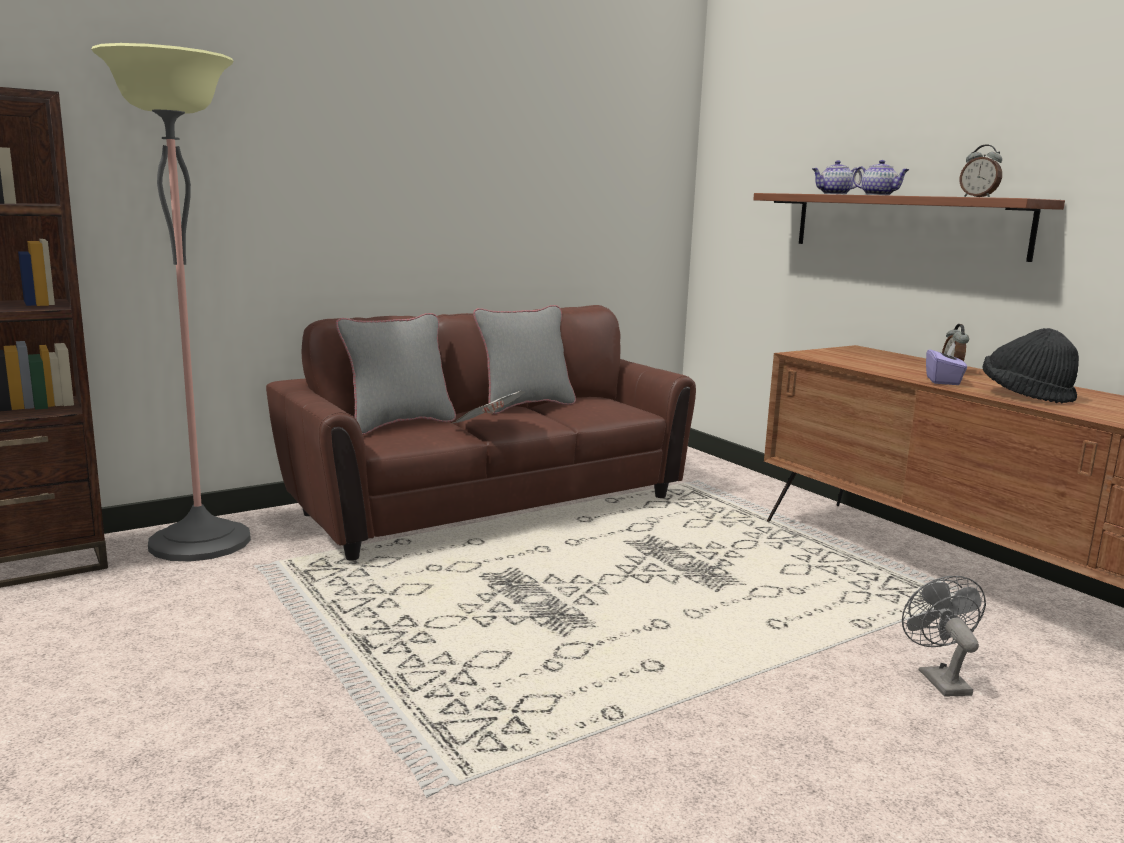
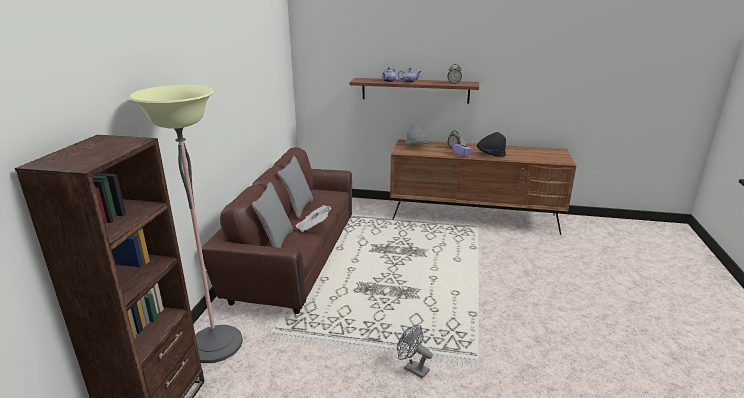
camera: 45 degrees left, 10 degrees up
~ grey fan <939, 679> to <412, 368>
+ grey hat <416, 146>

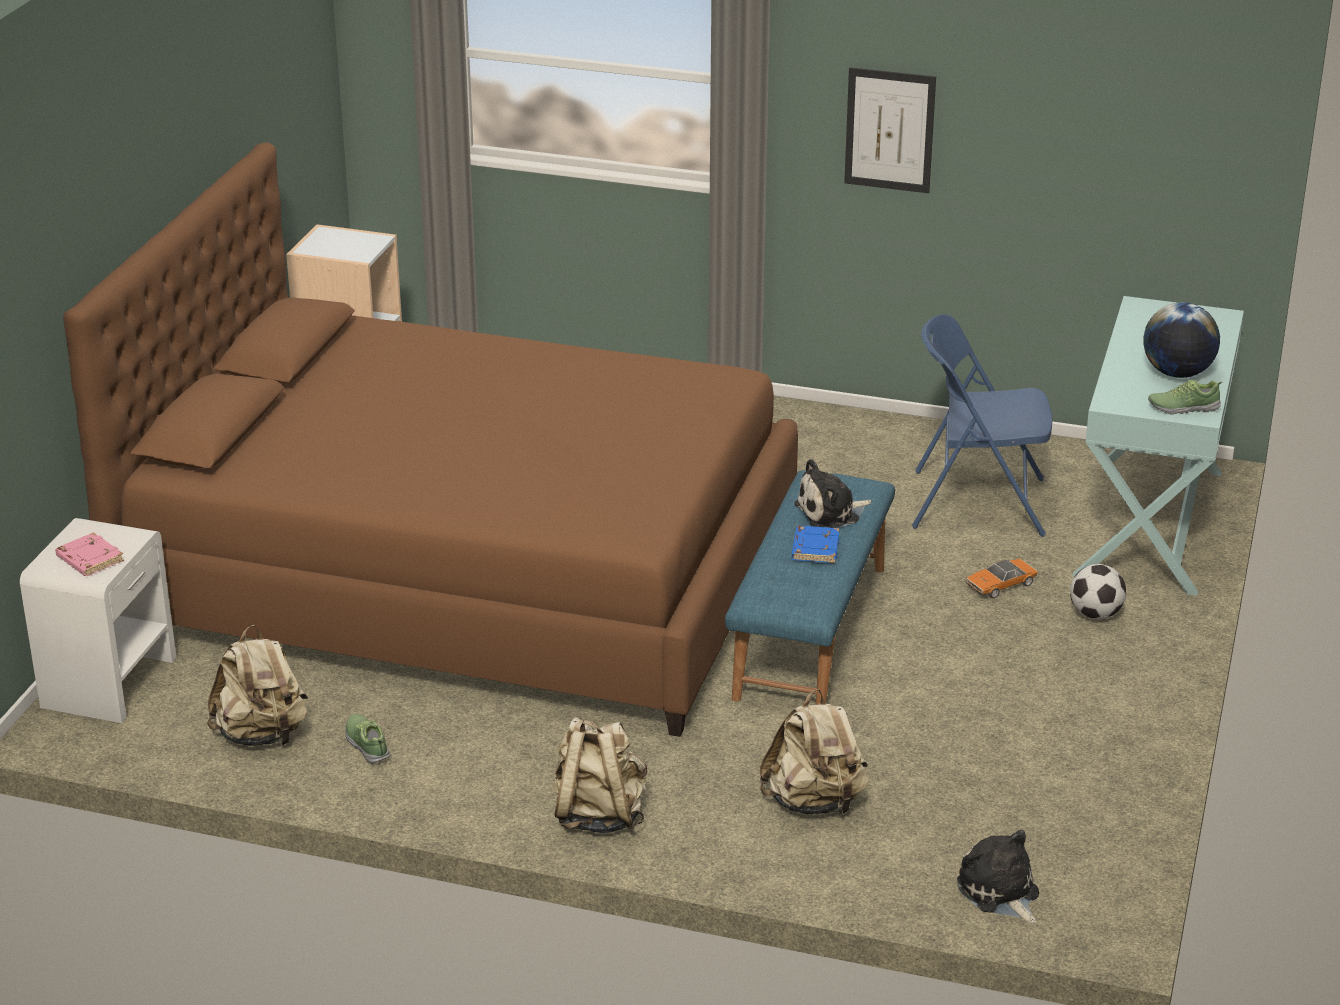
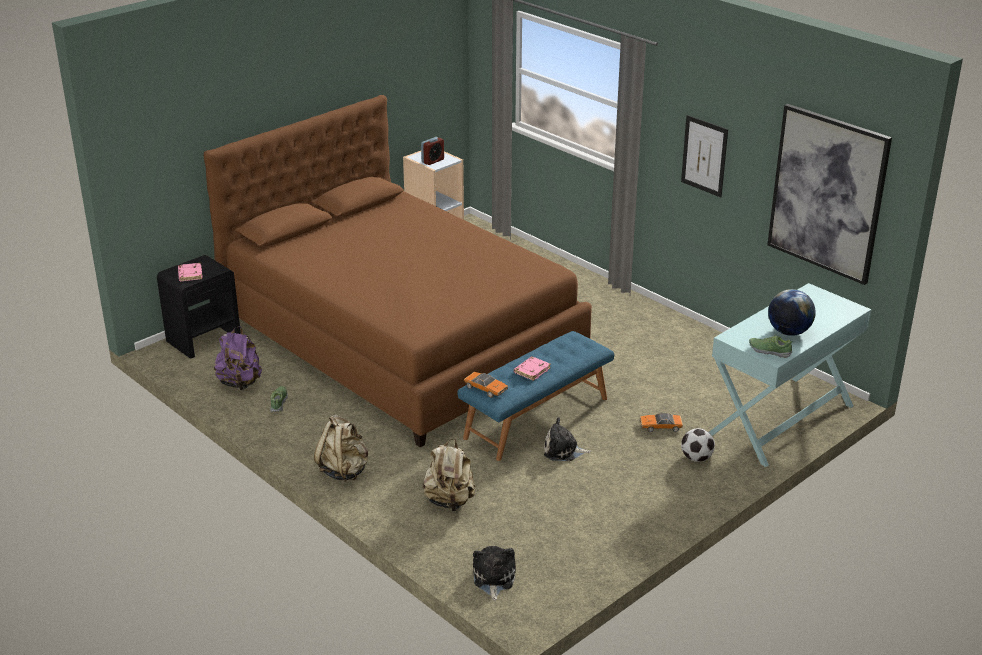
camera: 30 degrees right, 0 degrees up
~ white nightstand <109, 681> to black nightstand <204, 339>
~ beige backpack <262, 735> to purple backpack <240, 383>
~ blue book <814, 548> to pink book <532, 370>
~ plush toy <831, 512> to <563, 451>
- blue chair <978, 503>
+ alarm clock <432, 161>
+ toy car <486, 389>
+ picture <827, 193>

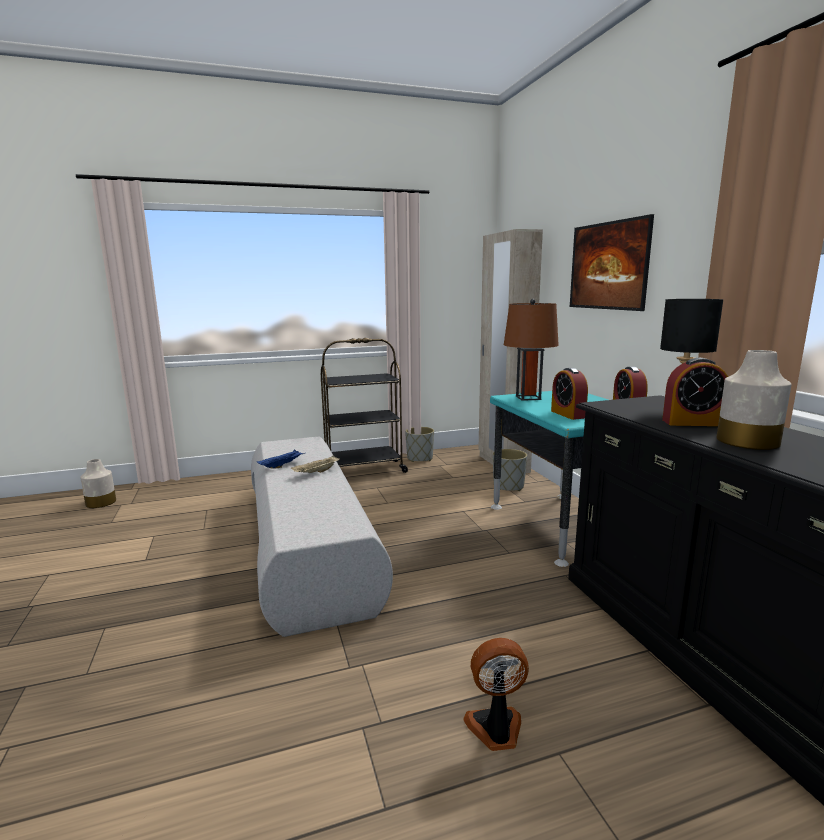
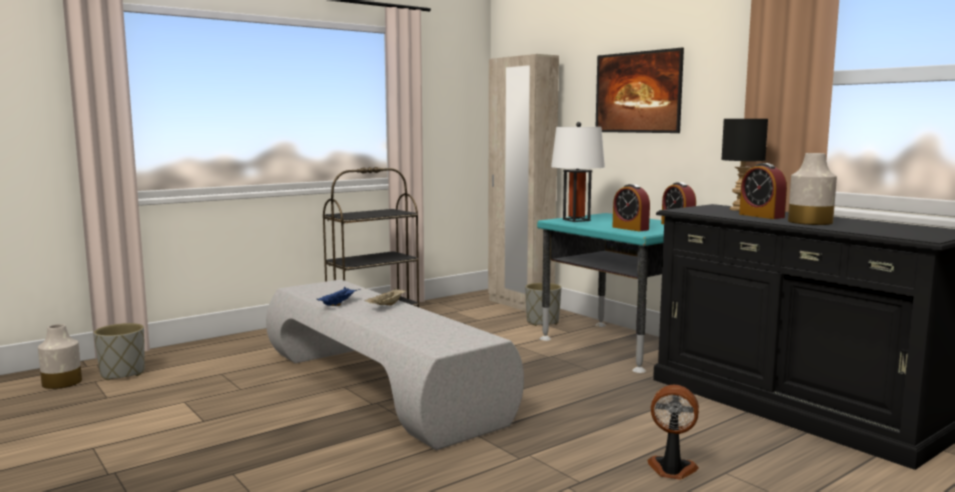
camera: 20 degrees left, 5 degrees down
~ grey planter <419, 458> to <122, 374>
~ fan <496, 730> = <671, 470> 45 degrees clockwise
~ brown table lamp <528, 398> to white table lamp <576, 220>
~ alarm clock <692, 423> = <761, 216> 75 degrees clockwise

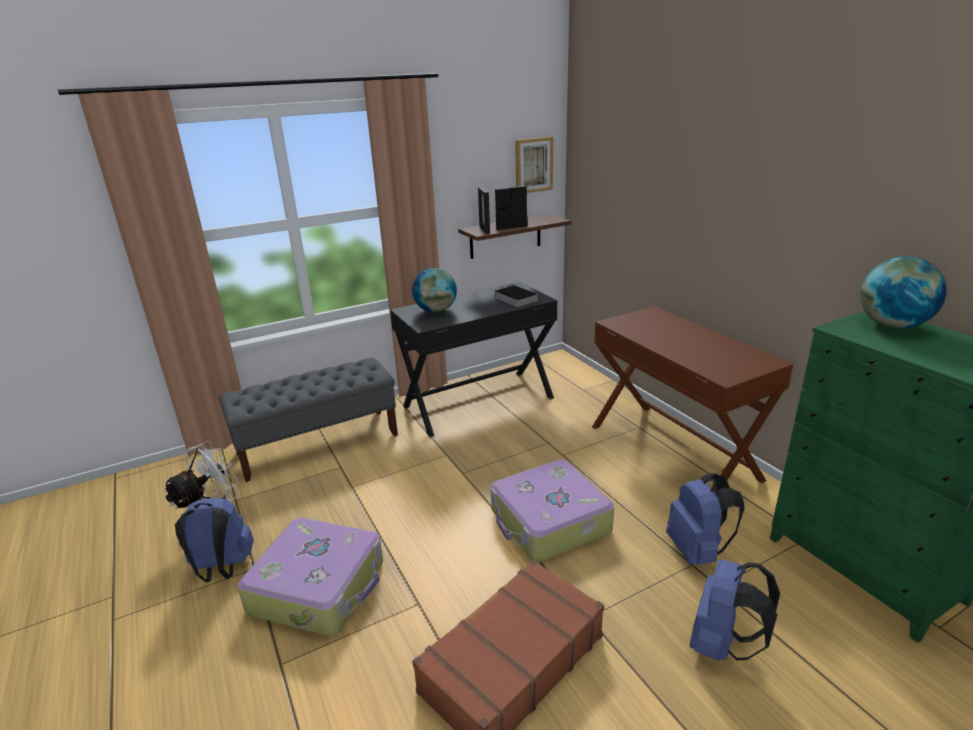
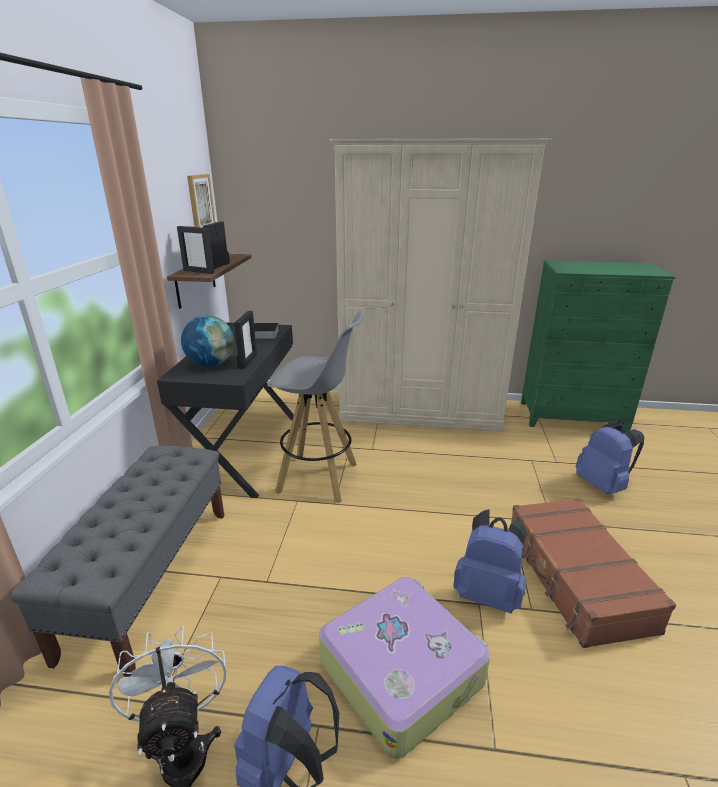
camera: 55 degrees left, 0 degrees up
- suitcase <549, 522>
~ brown desk <673, 451> to beige wardrobe <421, 411>
~ blue backpack <697, 551> to <488, 594>
- globe <892, 325>
+ picture frame <247, 361>
+ grey stool <319, 478>

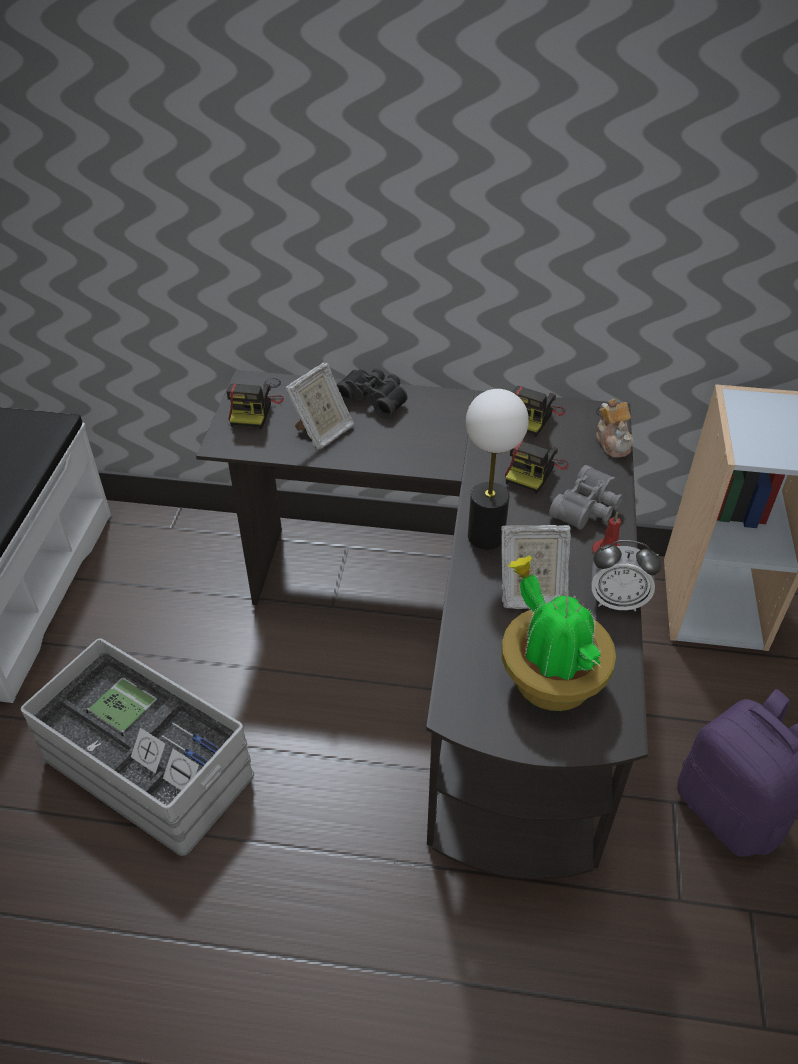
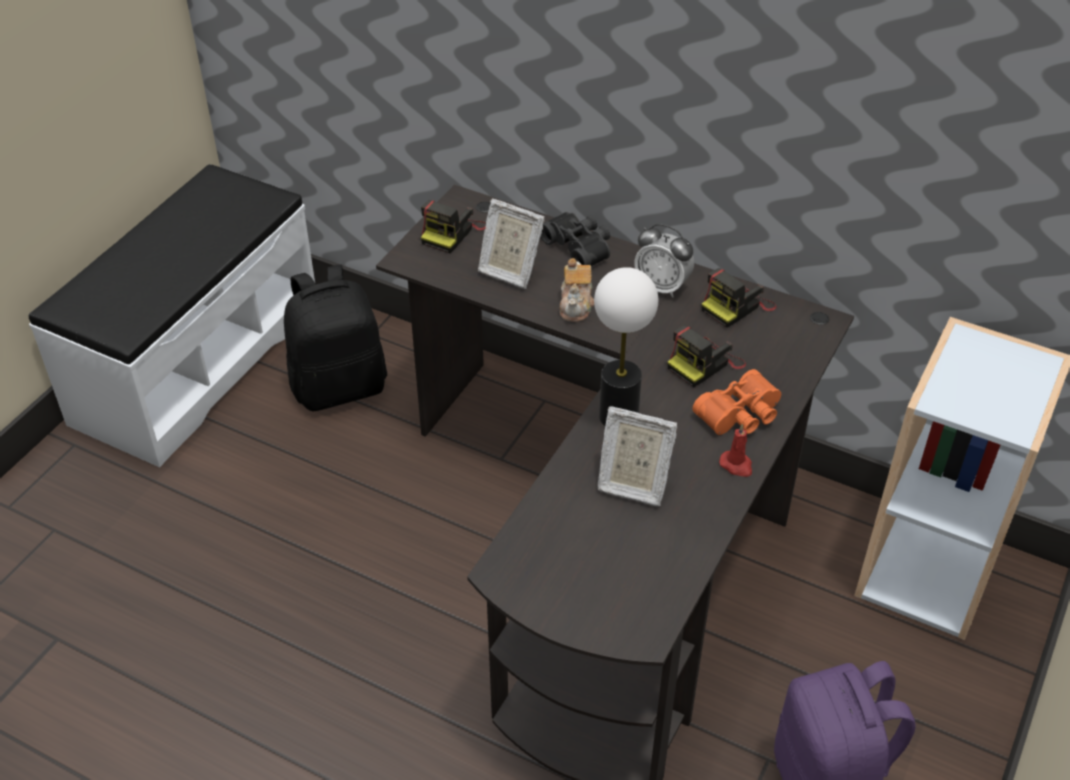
camera: 20 degrees right, 0 degrees up
- grey storage box <150, 764>
~ picture frame <322, 432> = <509, 271> 60 degrees clockwise
- potted plant <548, 678>
~ grey binoculars <589, 508> to orange binoculars <741, 416>
~ alarm clock <617, 601> to <662, 286>
~ teapot <613, 442> to <576, 305>
+ black backpack <340, 386>

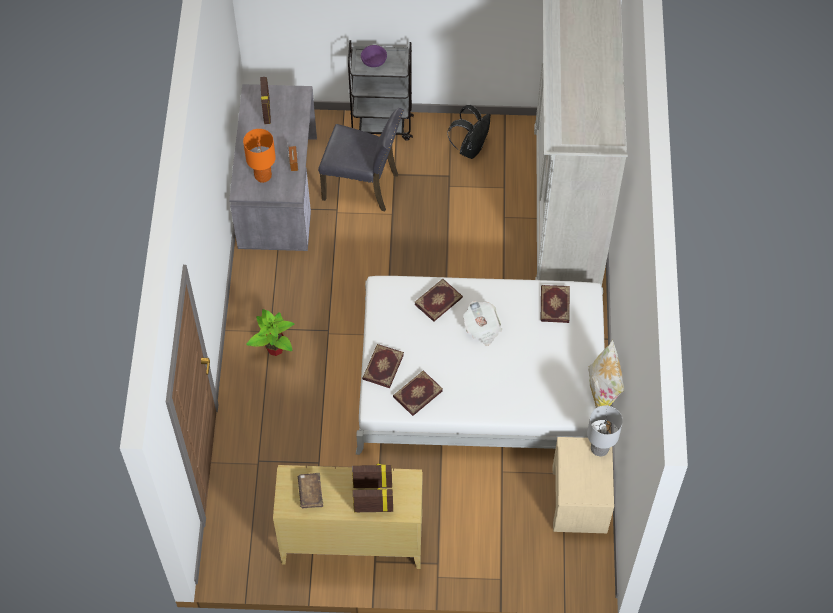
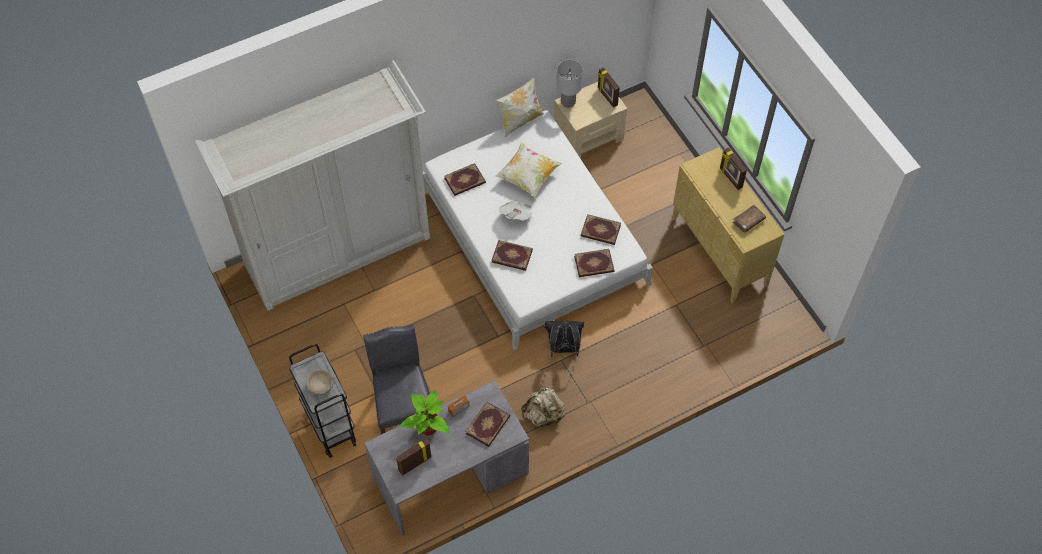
camera: 120 degrees left, 0 degrees up
~ orange table lamp <263, 177> to book <488, 425>
~ potted plant <275, 348> to <428, 428>
~ picture frame <372, 484> to <607, 97>
~ purple bowl <374, 61> to beige bowl <320, 386>
~ black backpack <470, 148> to <563, 348>
+ pillow <528, 176>
+ beige backpack <544, 415>

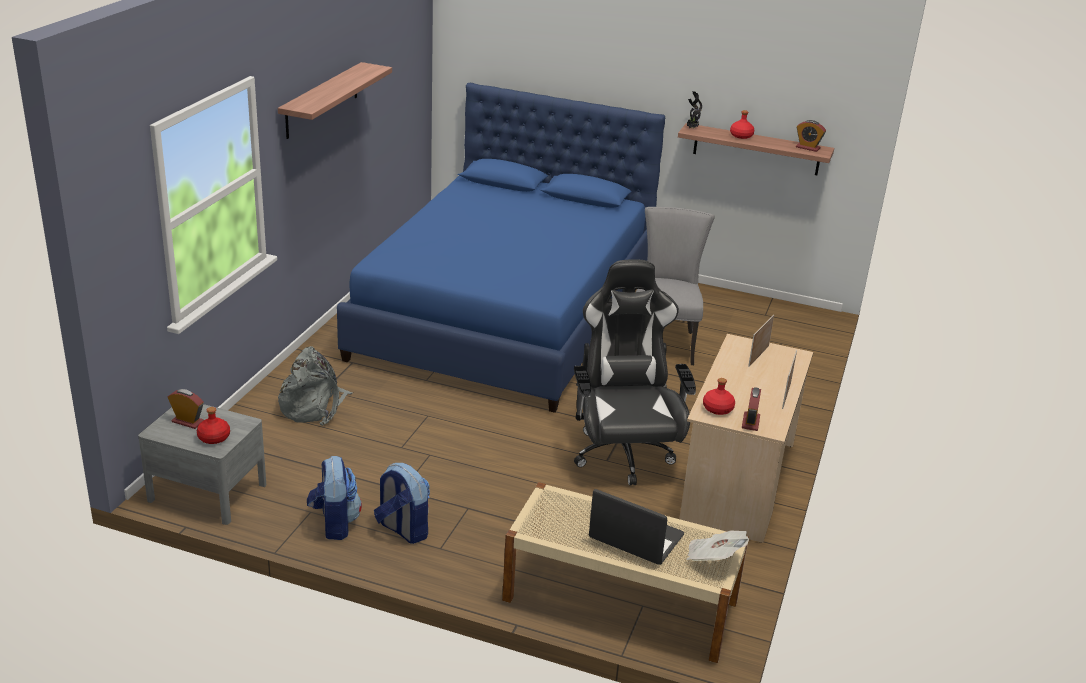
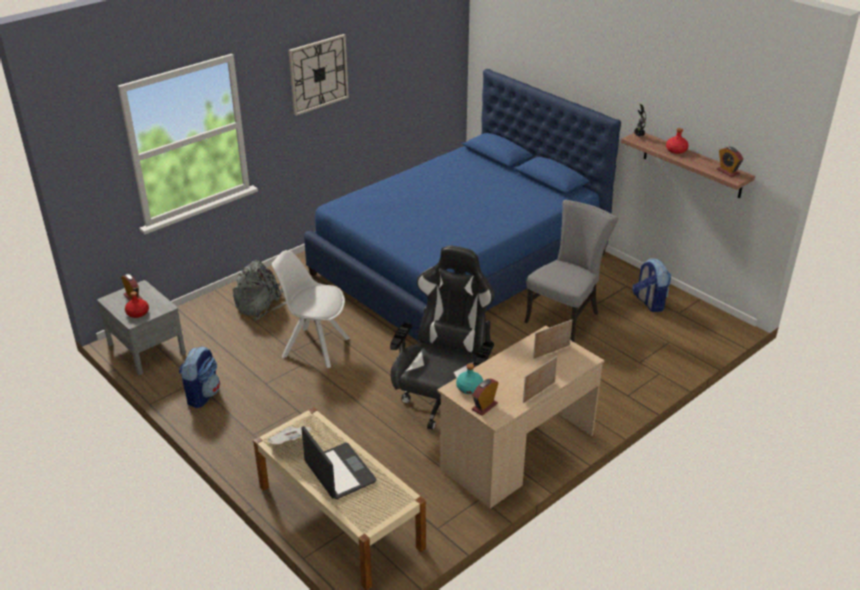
camera: 30 degrees right, 5 degrees up
~ shelf <322, 100> to wall clock <318, 74>
~ backpack <403, 529> to <649, 303>
~ newspaper <713, 558> to <290, 443>
~ red bottle <718, 409> to turquoise bottle <470, 388>
+ white chair <315, 347>

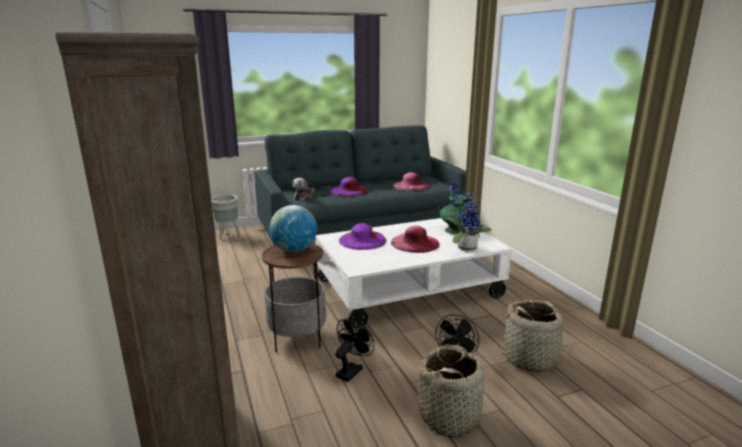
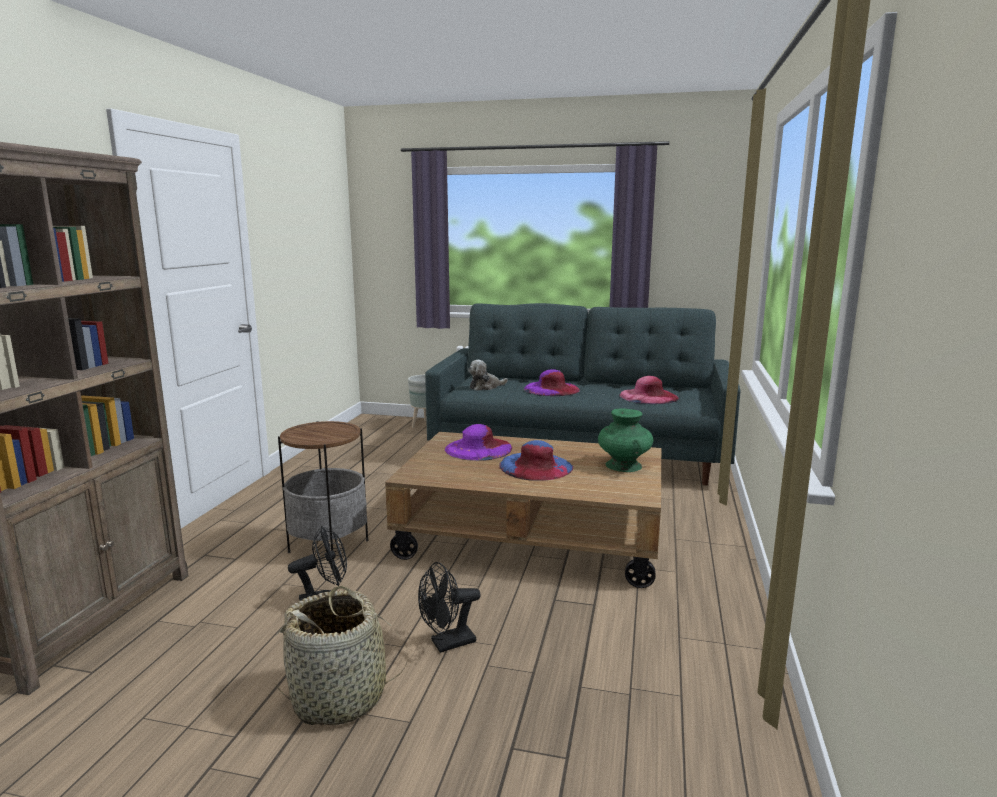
camera: 35 degrees right, 5 degrees down
- globe <294, 250>
~ white coffee table <408, 288> to brown coffee table <532, 535>
~ pink hat <415, 243> to blue hat <536, 466>
- potted plant <464, 248>
- basket <531, 359>

